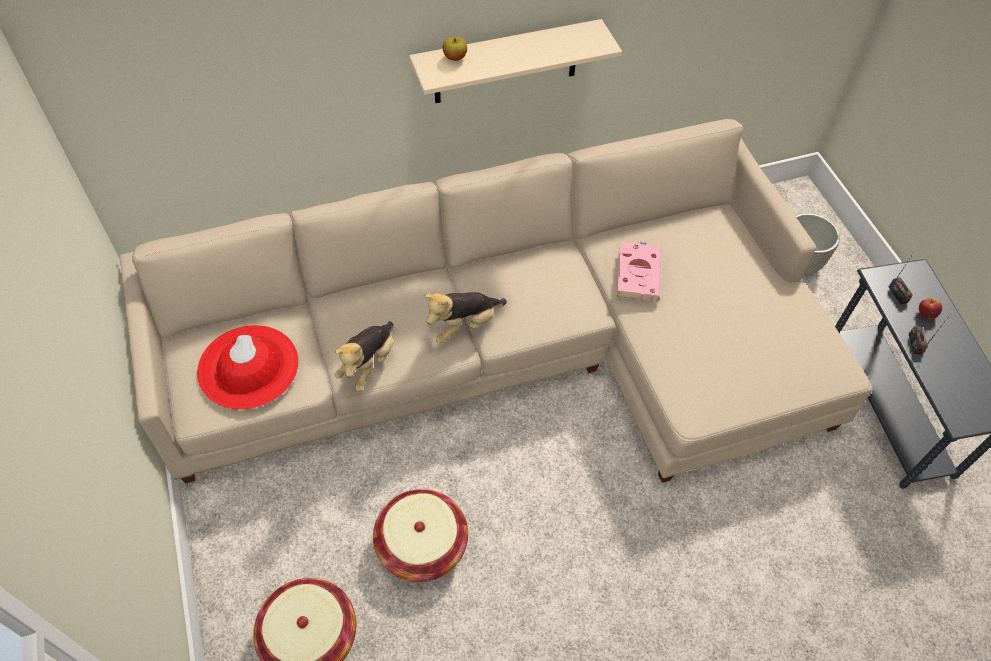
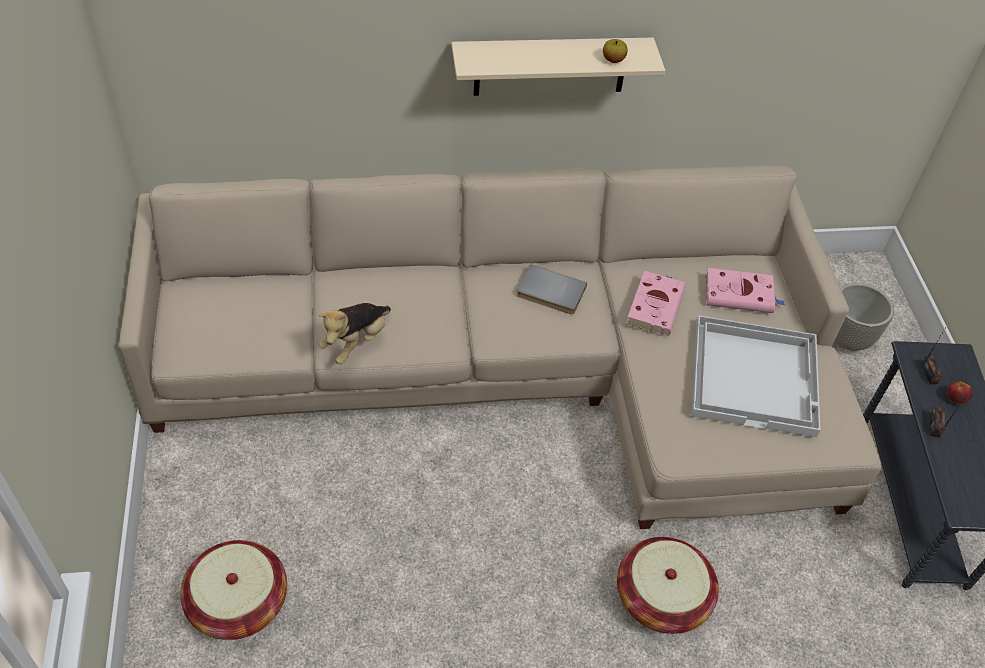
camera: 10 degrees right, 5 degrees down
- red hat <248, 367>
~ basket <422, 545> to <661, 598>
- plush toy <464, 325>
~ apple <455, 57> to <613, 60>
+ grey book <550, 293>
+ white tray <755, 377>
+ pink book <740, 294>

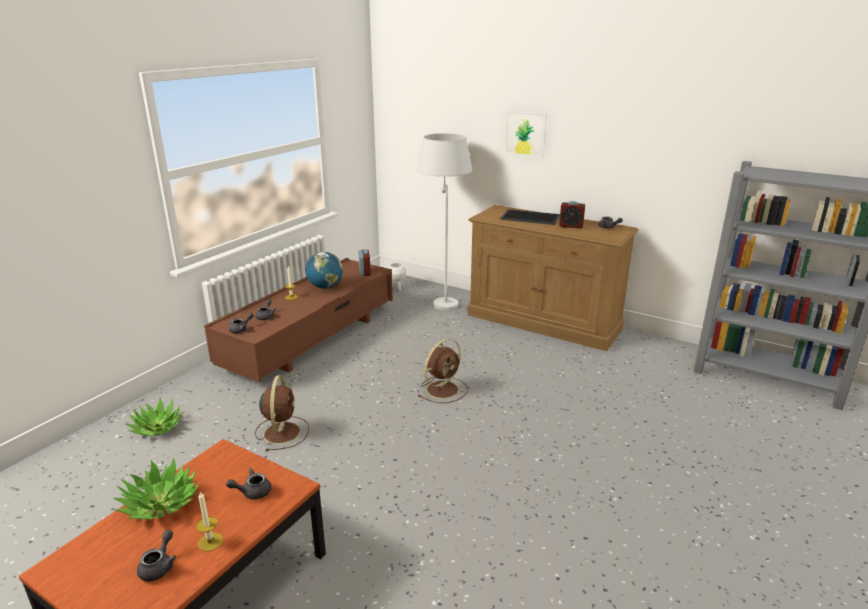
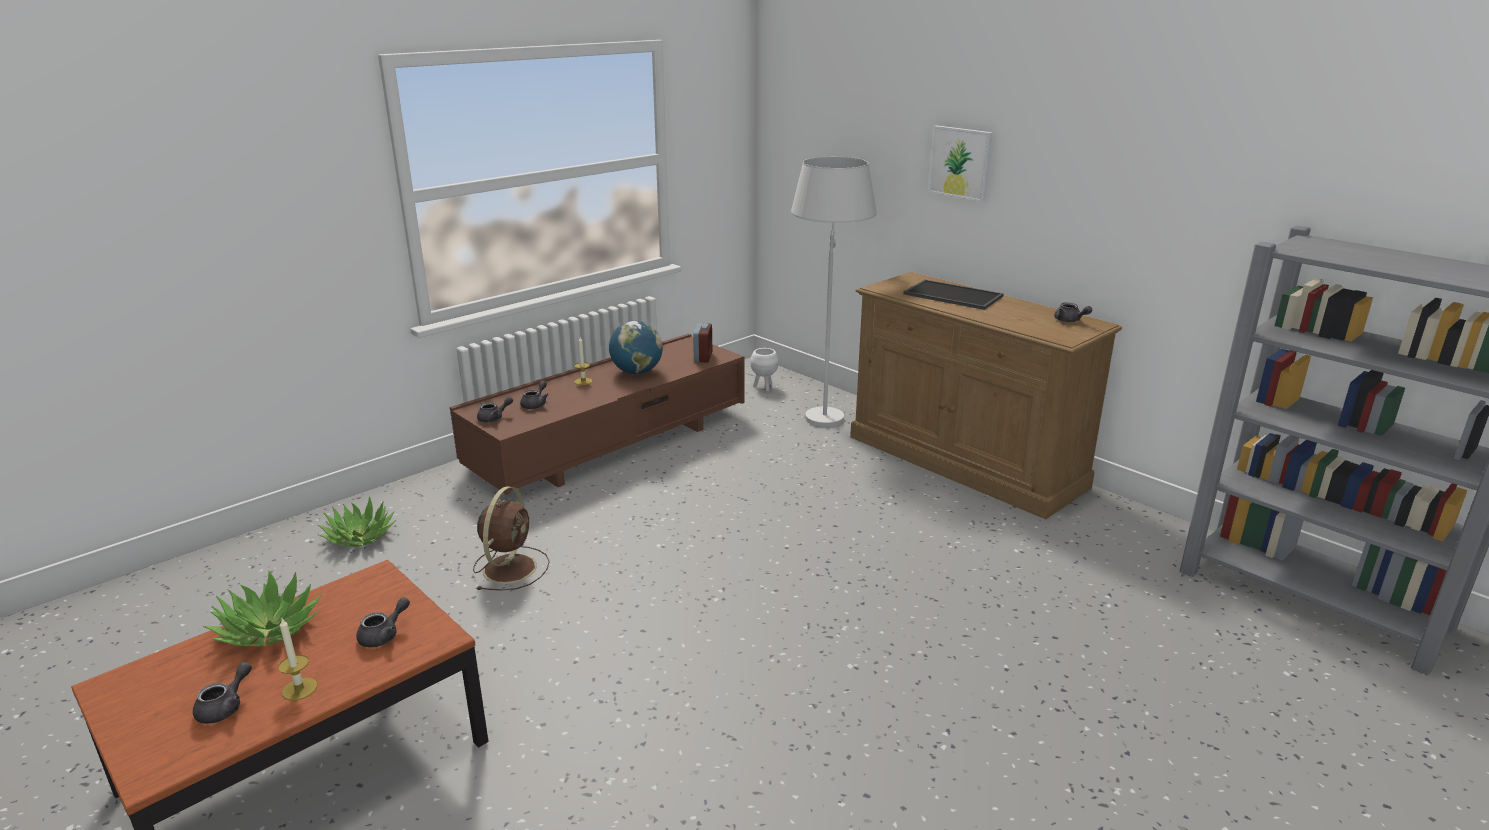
camera: 15 degrees right, 0 degrees up
~ grey teapot <252, 492> = <384, 635> 135 degrees clockwise
- brown fan <443, 389>
- alarm clock <571, 226>

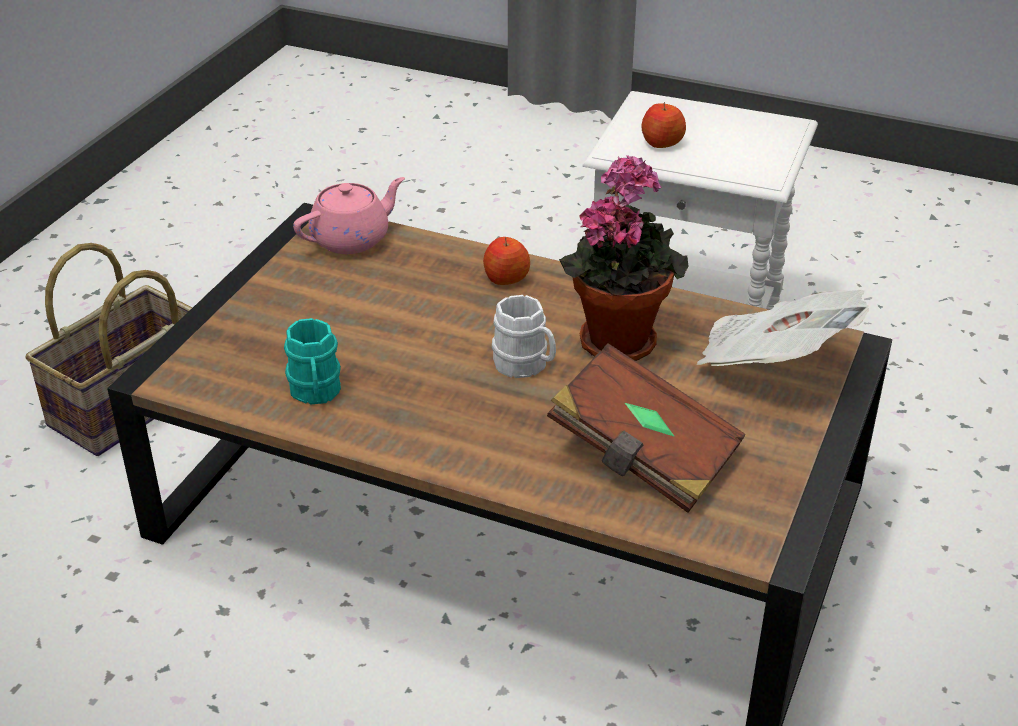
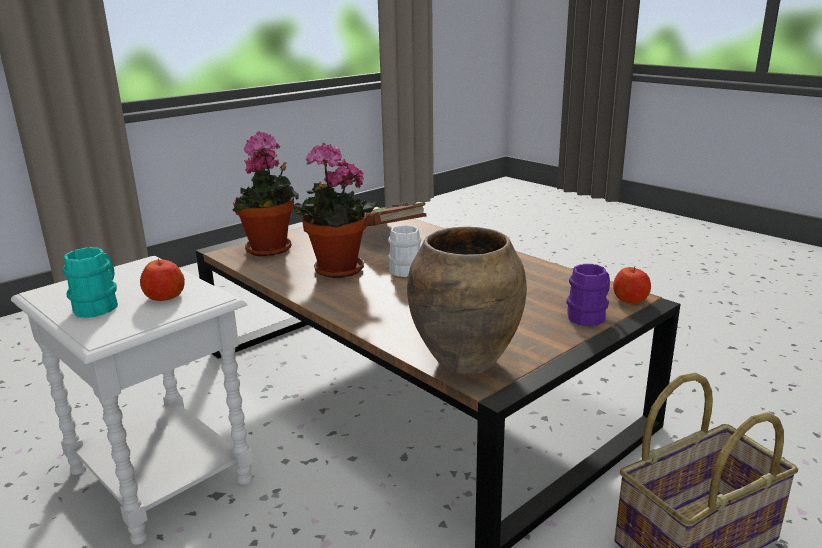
camera: 155 degrees left, 15 degrees down
~ turquoise mug <315, 393> to <100, 305>
~ pink teapot <352, 239> to brown vase <467, 362>
~ apple <506, 277> to <630, 299>
~ newspaper <773, 362> to potted plant <271, 250>
+ purple mug <590, 315>

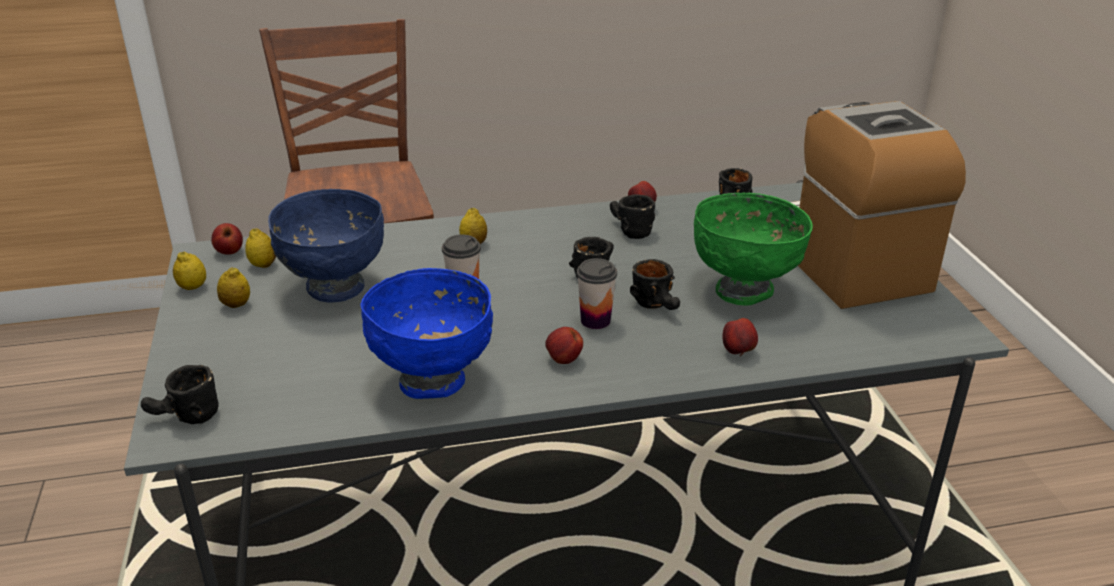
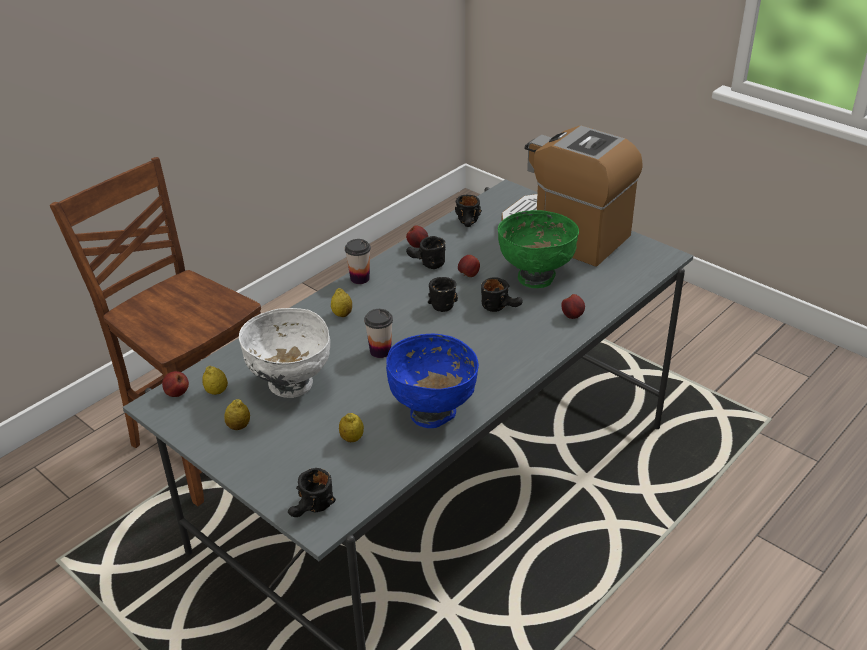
camera: 35 degrees left, 5 degrees up
~ lemon <193, 287> to <352, 438>
~ blue bowl <334, 288> to white bowl <291, 385>
~ apple <563, 360> to <468, 275>
~ cup <595, 320> to <360, 278>

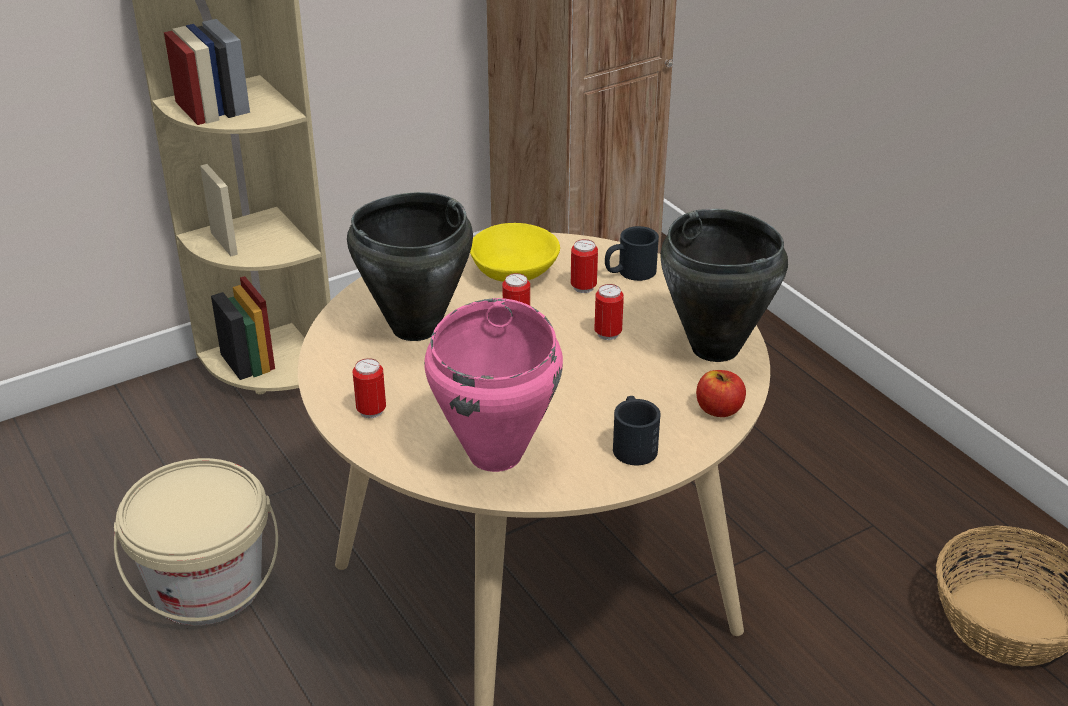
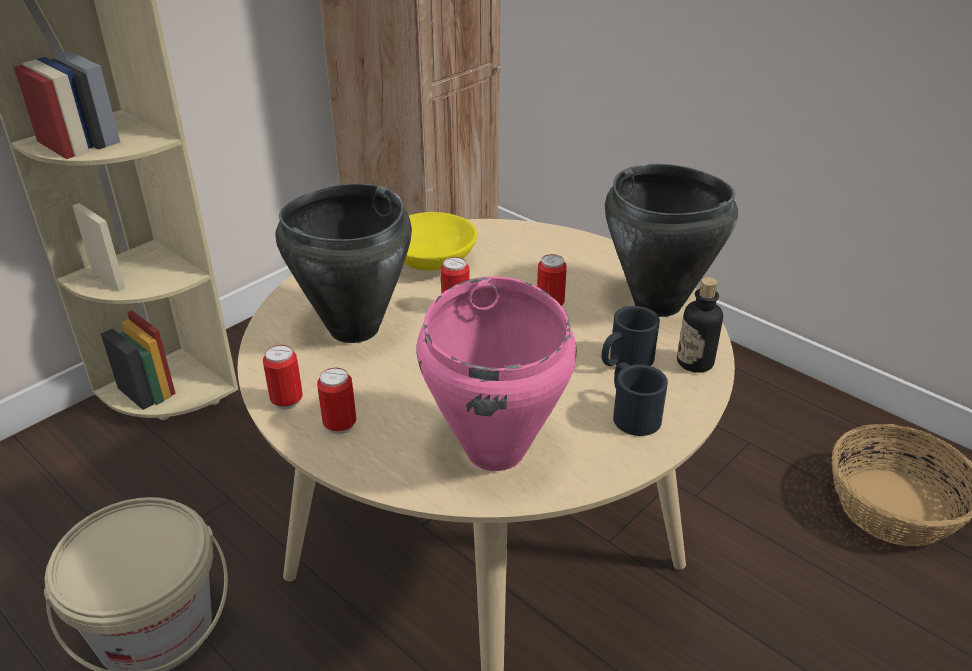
camera: 15 degrees left, 0 degrees up
~ can <583, 287> to <287, 401>
~ black mug <629, 272> to <624, 361>
~ apple <719, 409> to bottle <695, 362>

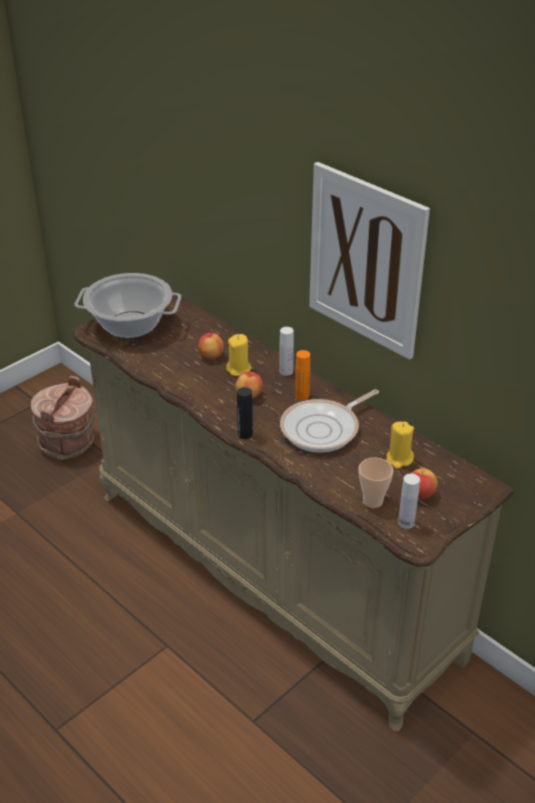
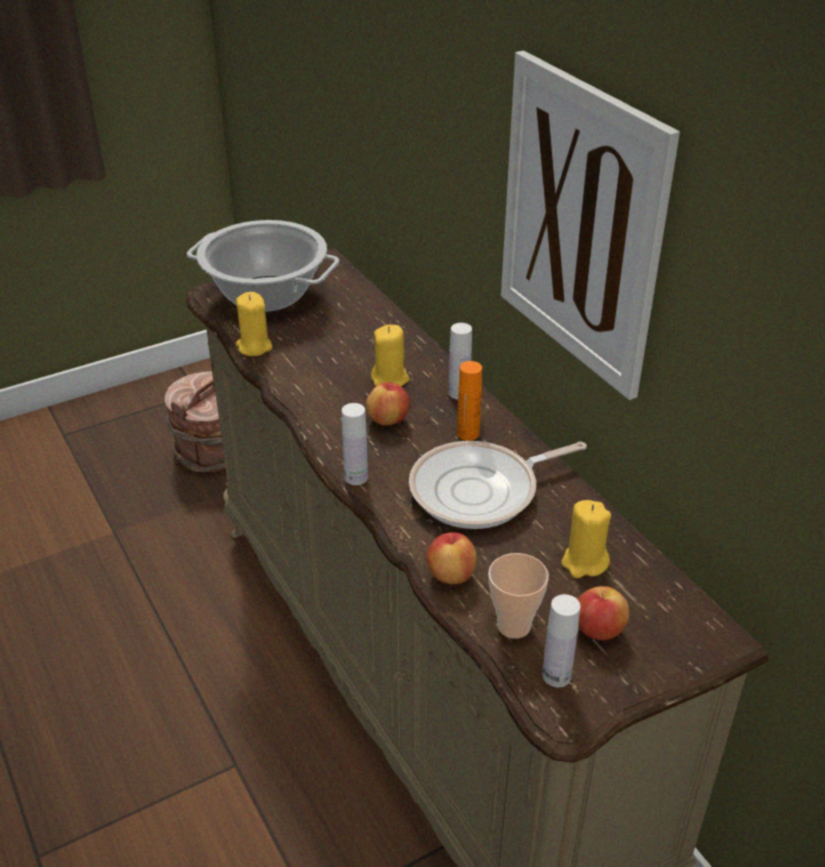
camera: 15 degrees right, 0 degrees up
~ apple <211, 356> to <451, 575>
~ black bottle <245, 434> to white bottle <356, 477>
+ yellow candle <254, 347>

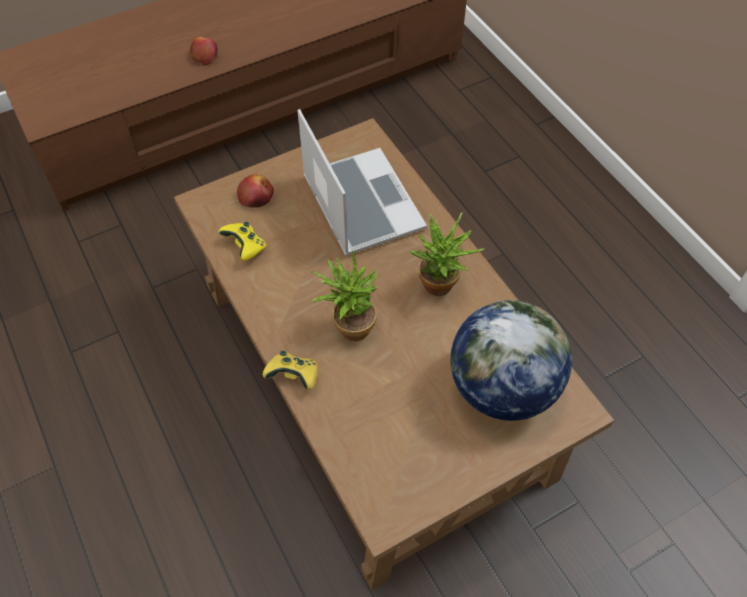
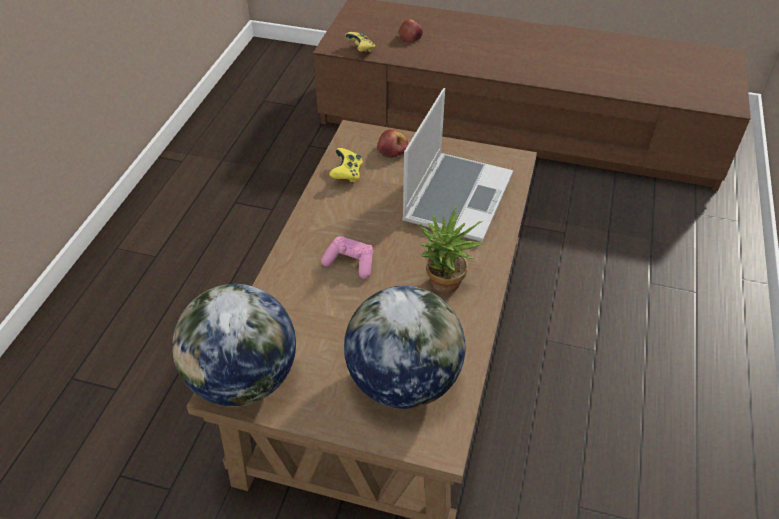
camera: 45 degrees right, 10 degrees down
~ apple <204, 56> to <410, 36>
~ yellow game controller <294, 376> to <361, 49>
~ potted plant <349, 326> to pink game controller <350, 263>
+ globe <243, 380>

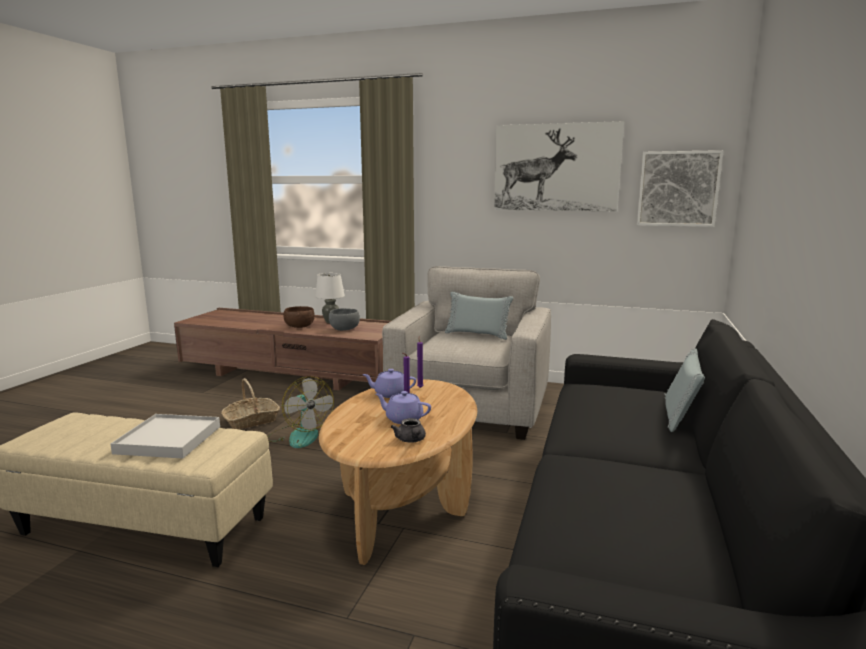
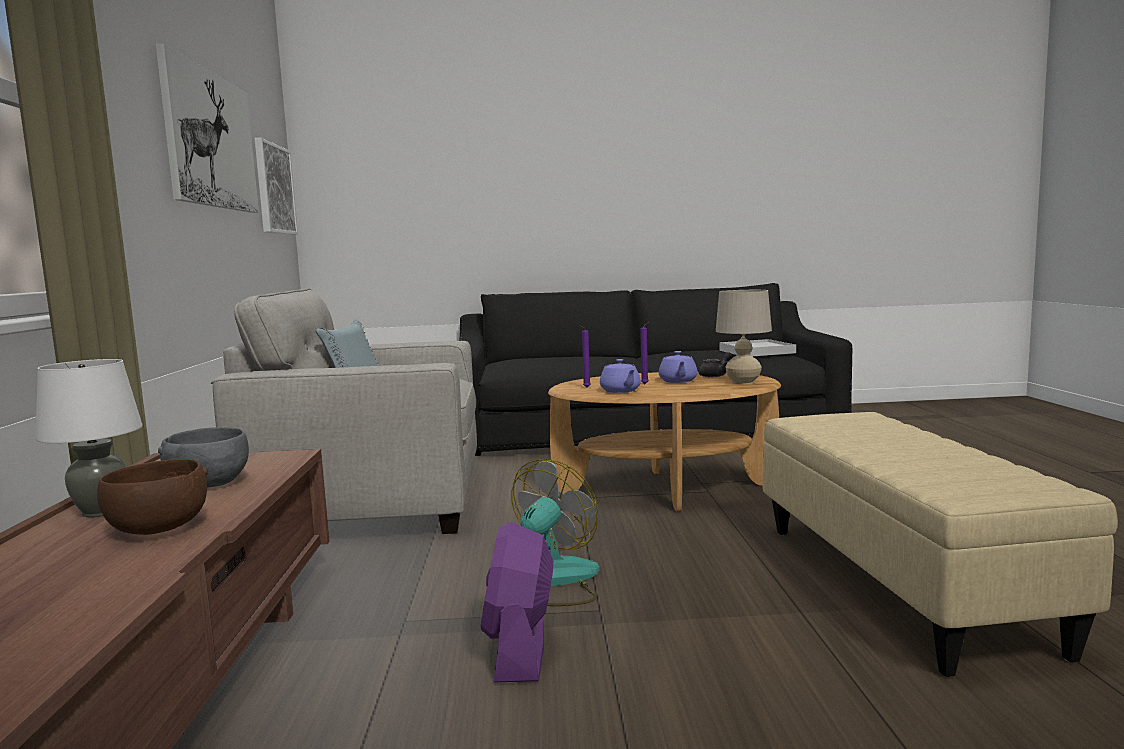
camera: 110 degrees left, 5 degrees down
~ white tray <169, 440> to <756, 352>
~ basket <251, 421> to purple fan <519, 649>
- blue pillow <680, 416>
+ beige table lamp <743, 382>

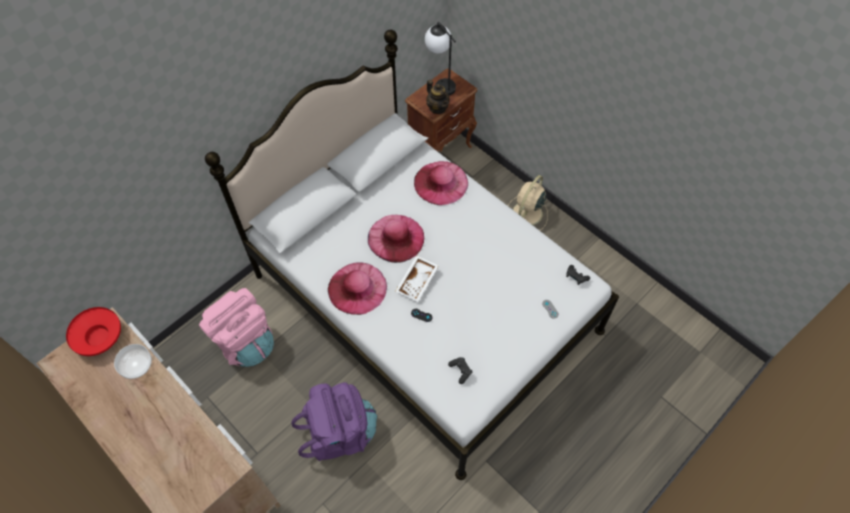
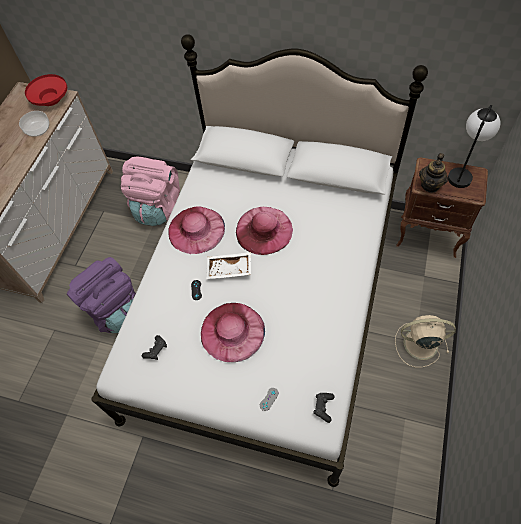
camera: 65 degrees right, 0 degrees up
~ pink hat <441, 182> to <232, 331>

